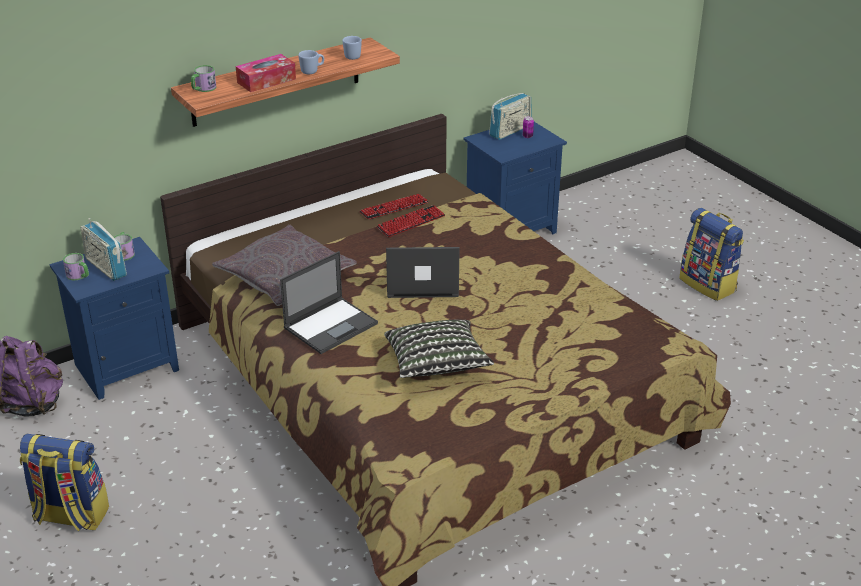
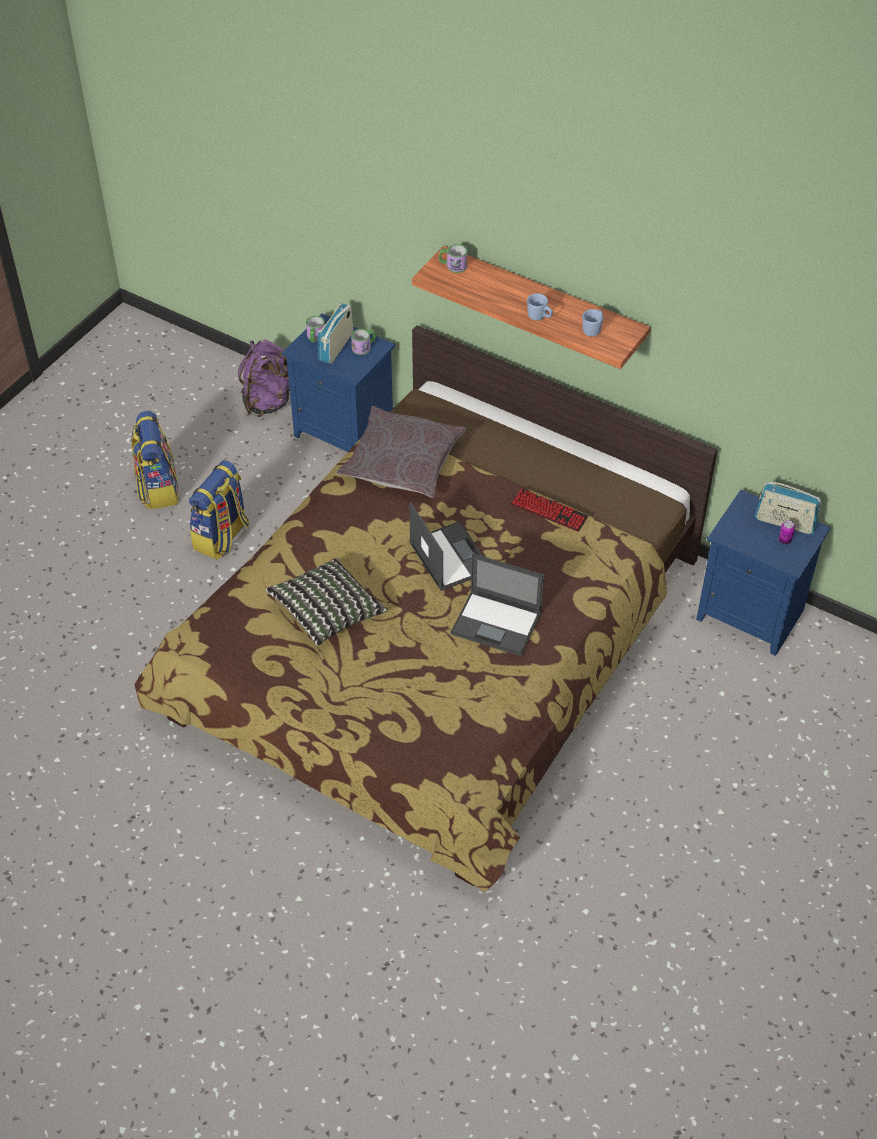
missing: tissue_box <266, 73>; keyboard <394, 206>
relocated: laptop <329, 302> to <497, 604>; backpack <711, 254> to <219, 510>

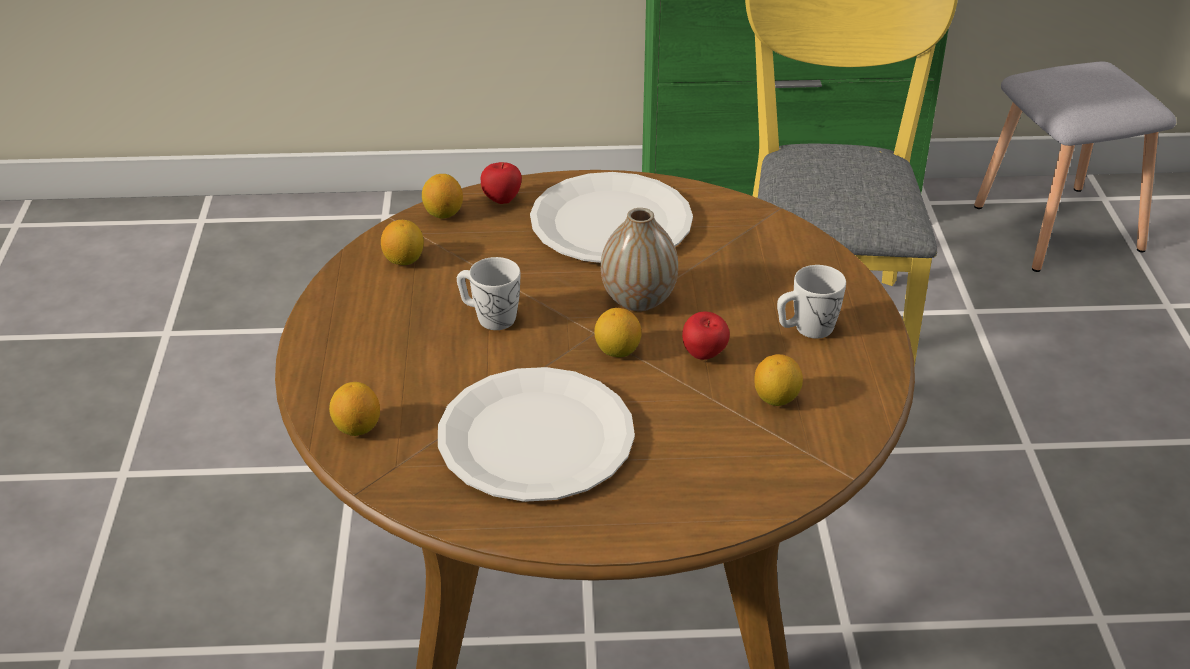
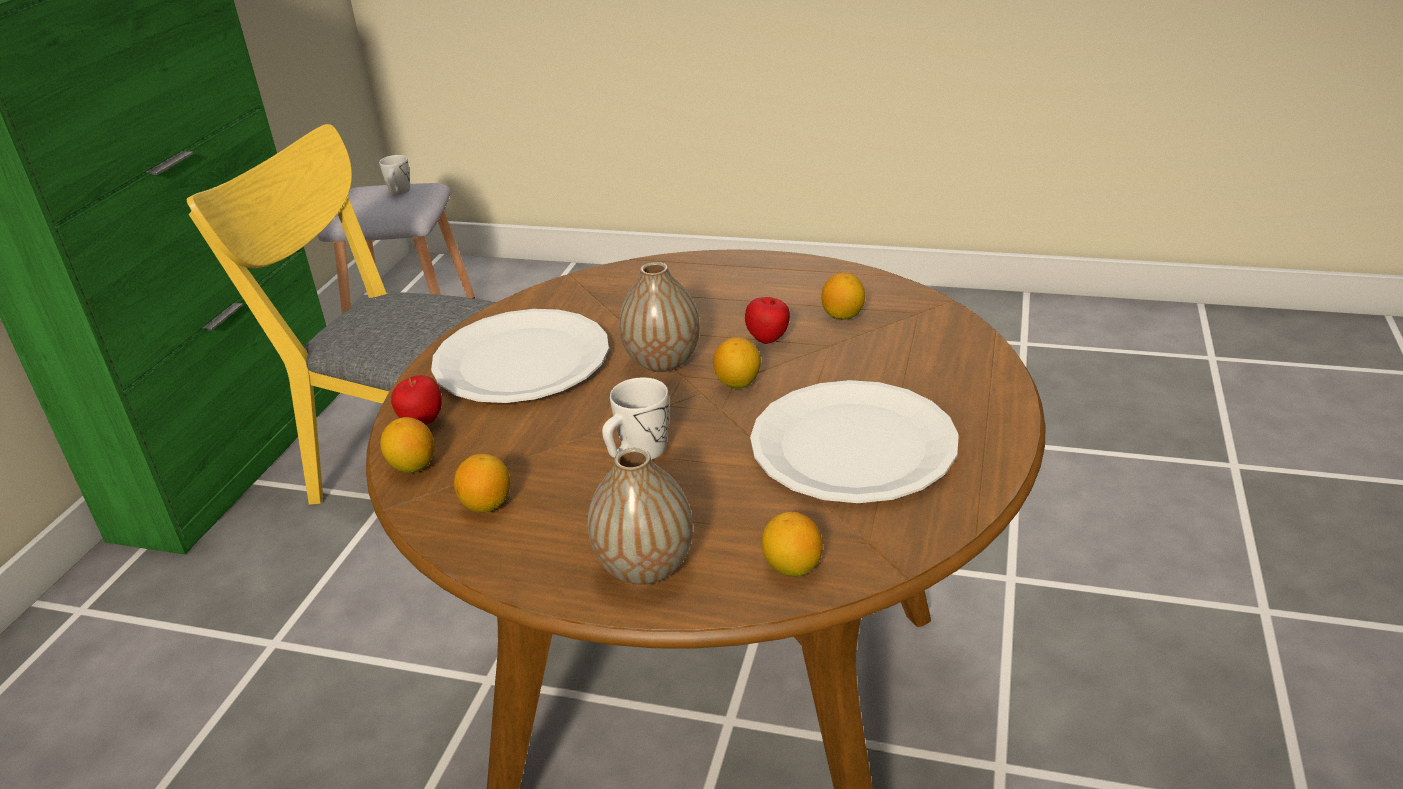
appeared: vase <640, 516>
relocated: white_mug <811, 302> to <394, 175>

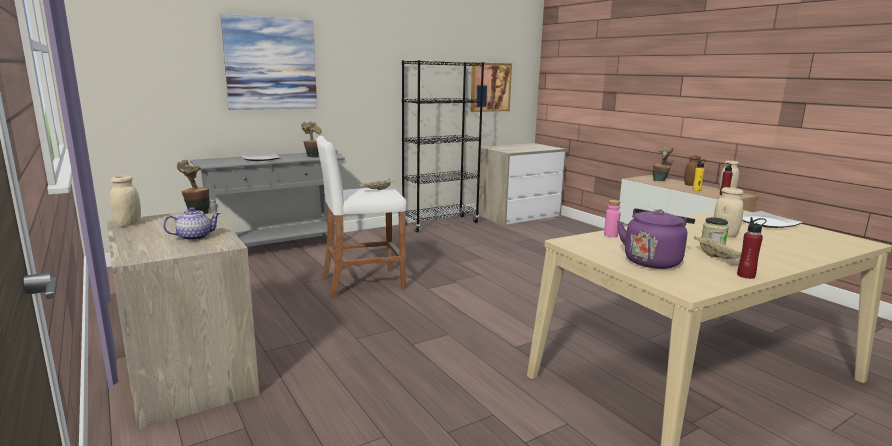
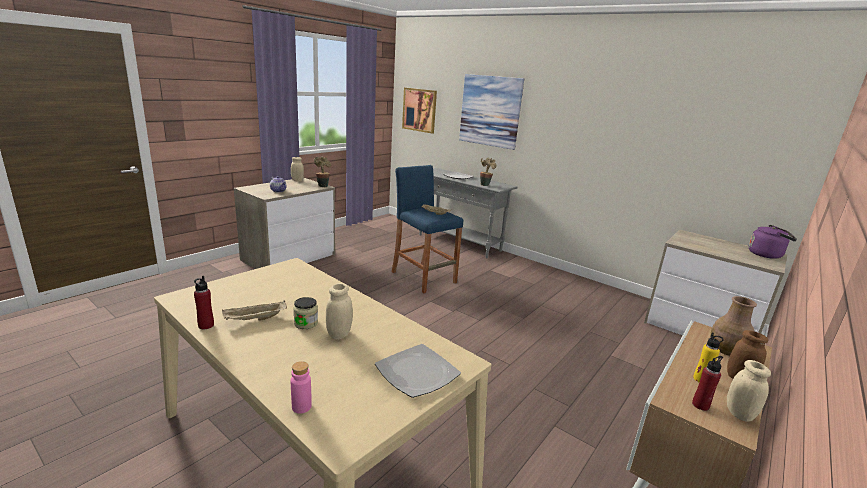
missing: black_bookcase <443, 146>
relocated: picture <491, 87> to <419, 110>; pink_bottle <612, 218> to <301, 387>; purple_kettle <656, 238> to <772, 242>
exchanged: potted_plant <663, 164> to brown_vase <734, 326>
colour: white_stool <362, 217> to blue_stool <428, 229>

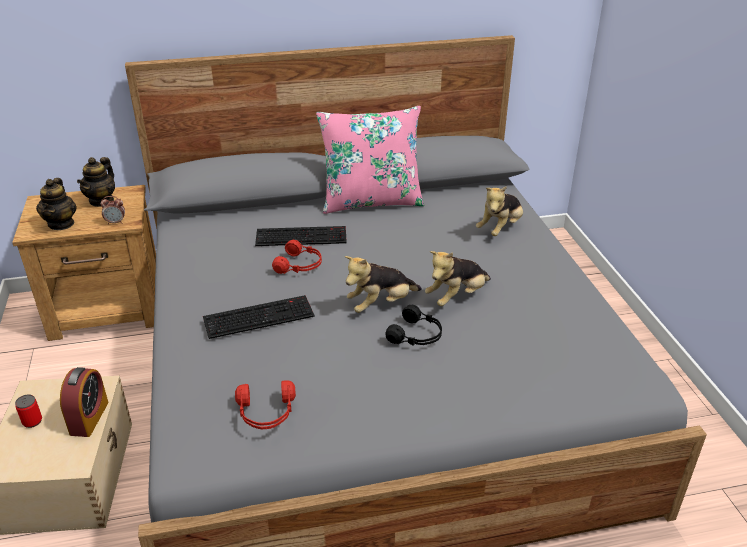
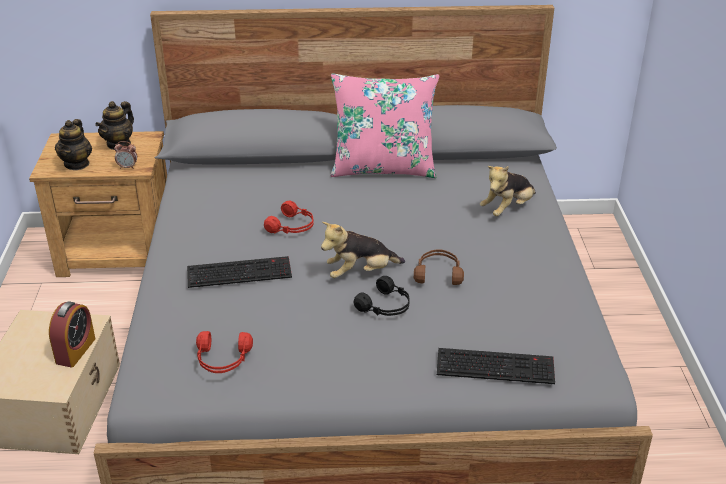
missing: can <28, 411>
relocated: keyboard <301, 236> to <496, 366>
exchanged: plush_toy <458, 278> to brown_headphones <439, 267>

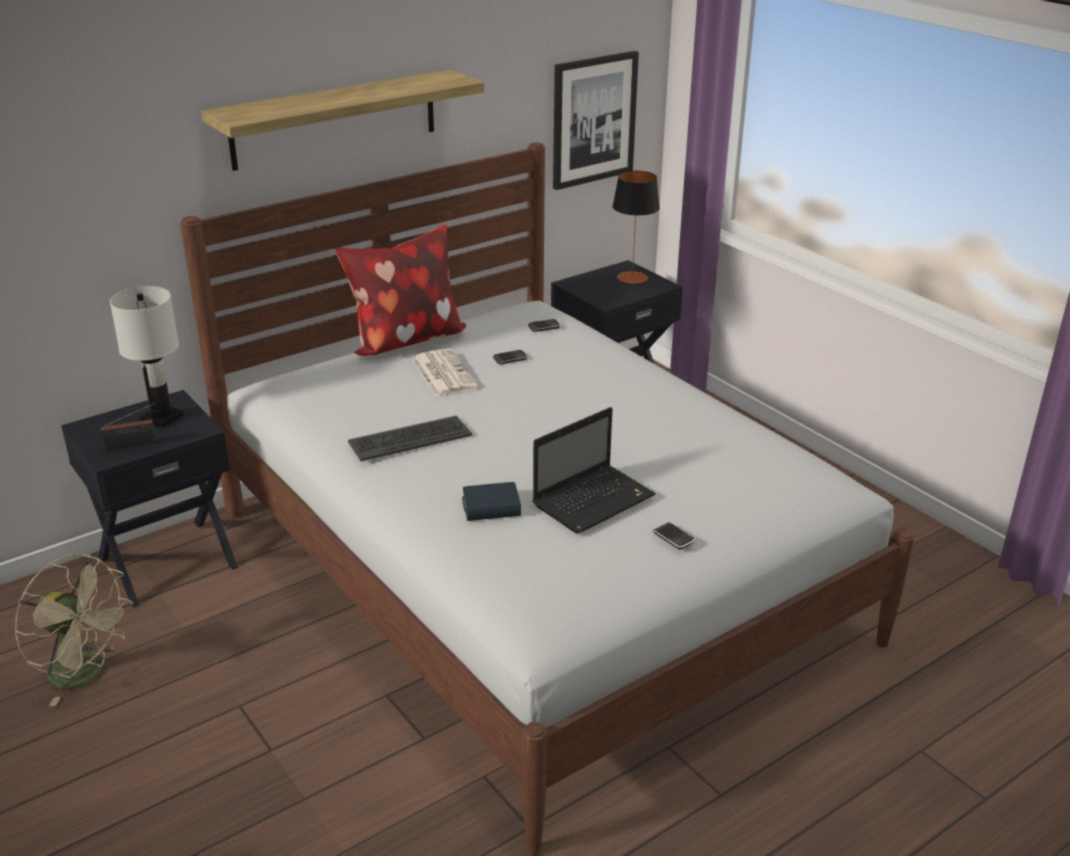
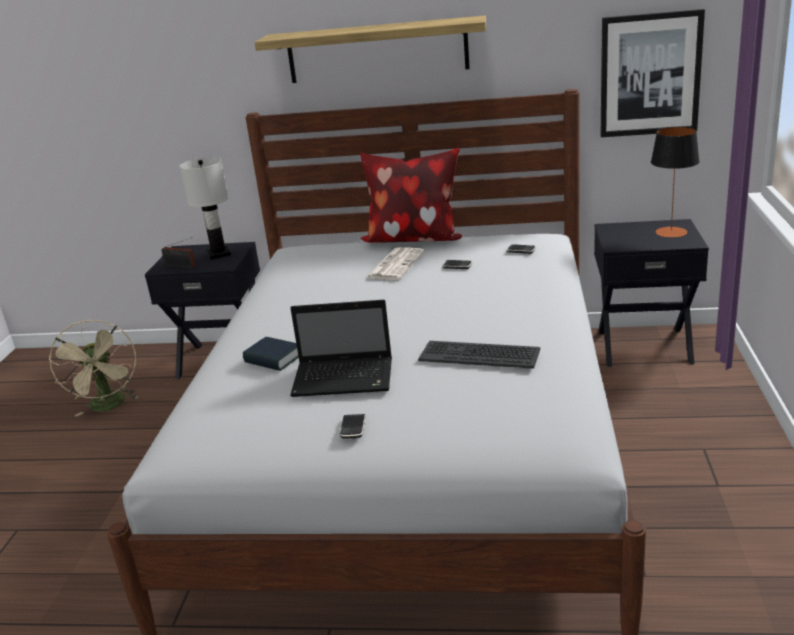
relocated: keyboard <410, 438> to <479, 355>

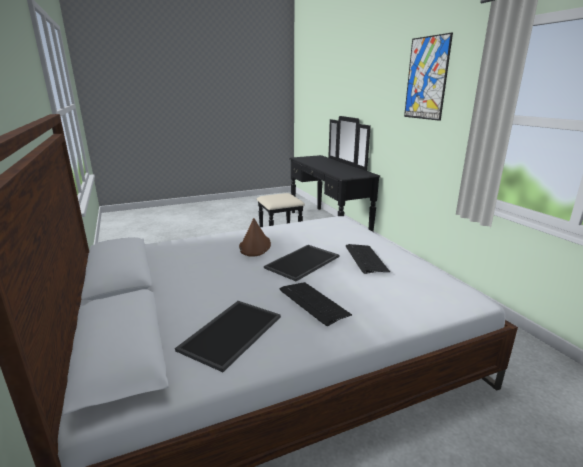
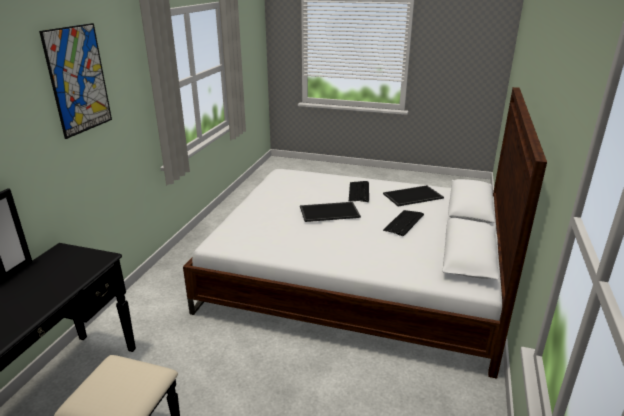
missing: brown_hat <255, 237>
relocated: keyboard <368, 259> to <403, 223>

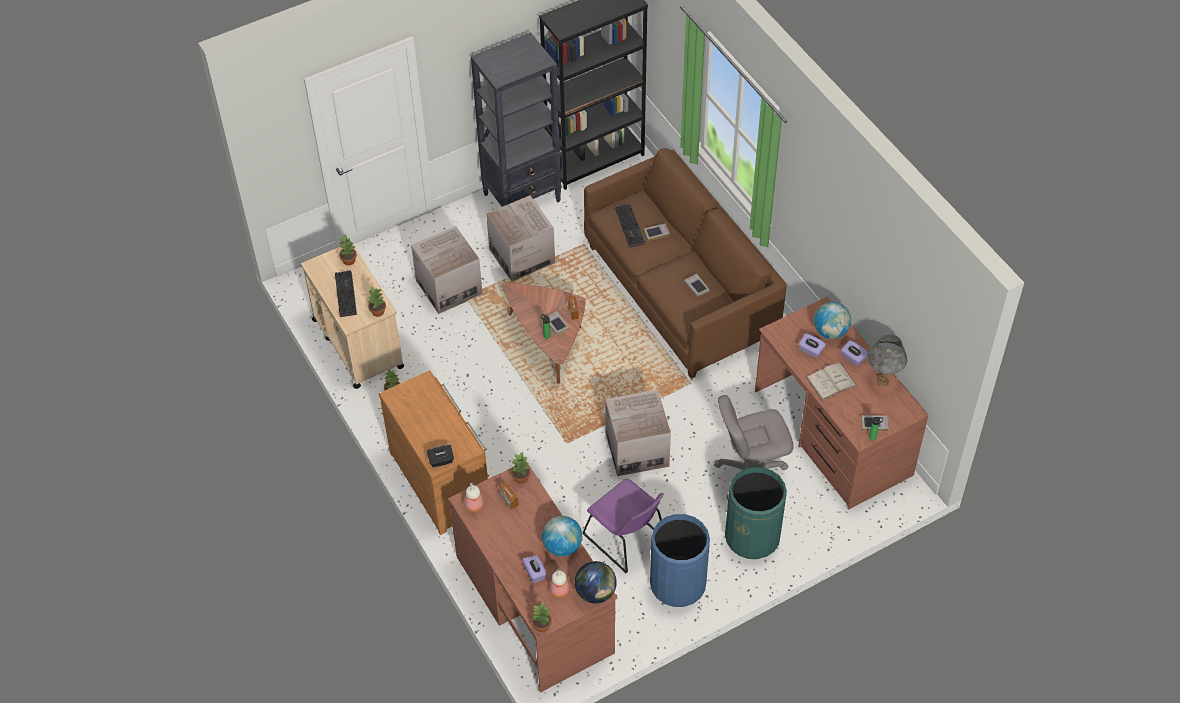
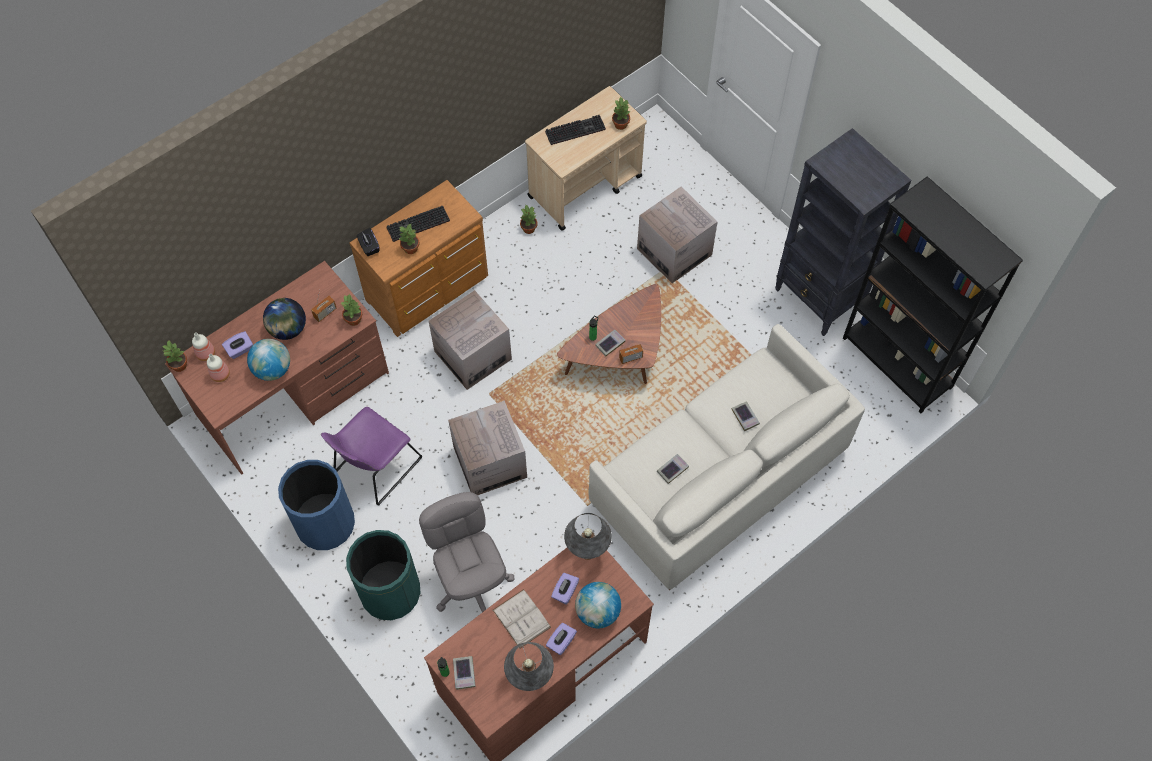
appeared: grey_table_lamp <588, 536>
relocated: potted_plant <377, 301> to <408, 239>; bottle <474, 497> to <203, 346>; cardboard_box <520, 238> to <470, 340>; globe <596, 582> to <284, 319>; keyboard <630, 225> to <418, 224>
colour: brown_sofa <685, 263> to white_sofa <727, 457>

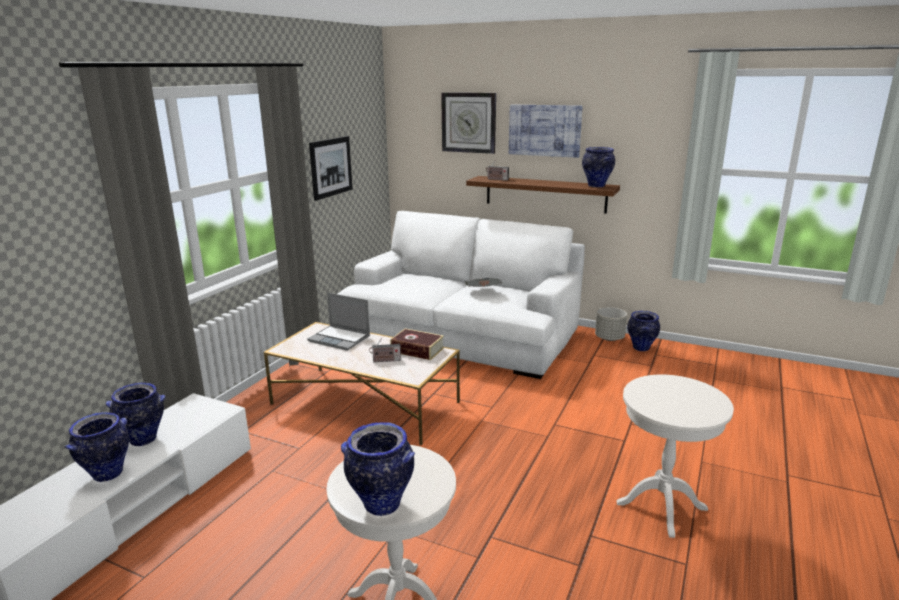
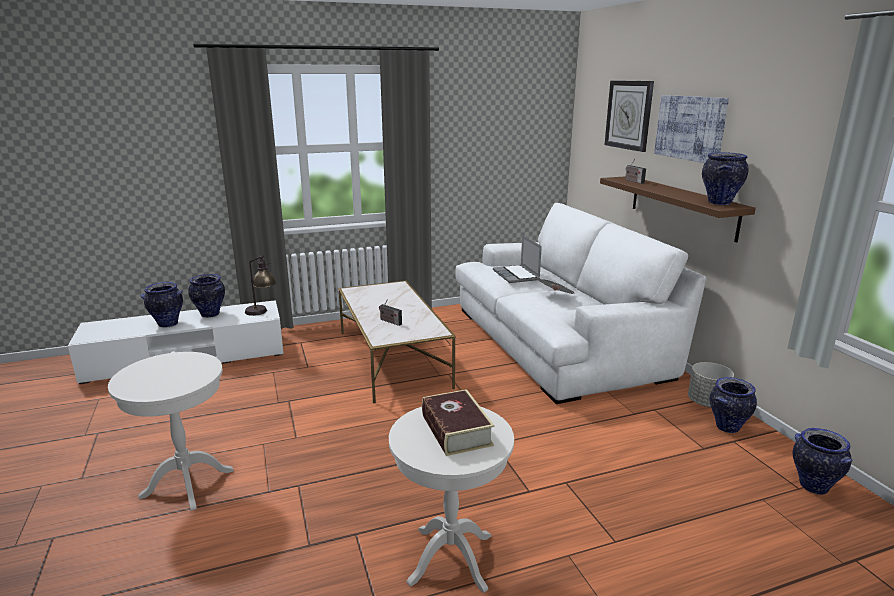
missing: picture <330, 168>
appeared: table_lamp <260, 285>
relocated: laptop <338, 322> to <517, 259>; vase <378, 469> to <823, 461>; book <417, 344> to <458, 422>

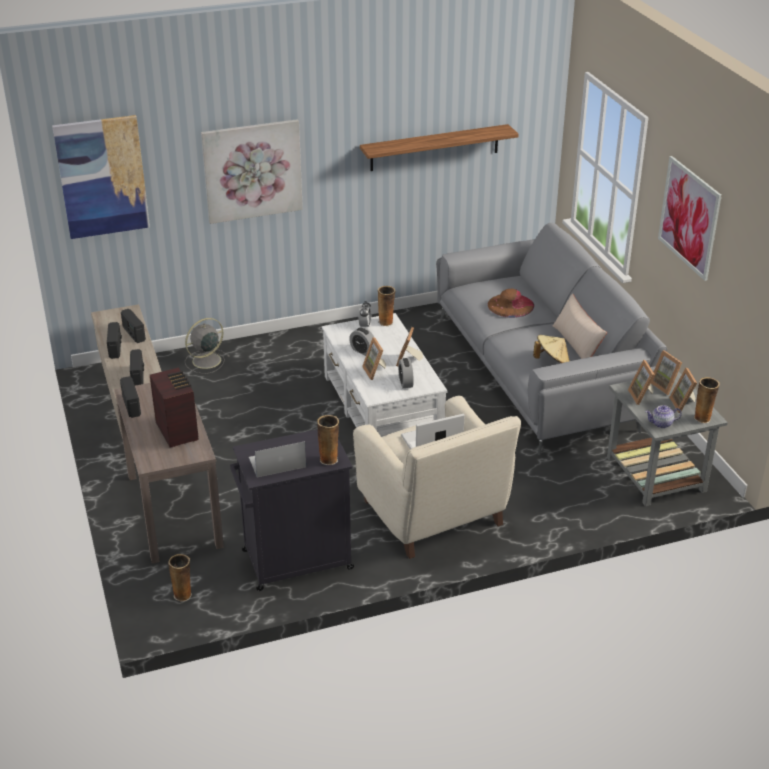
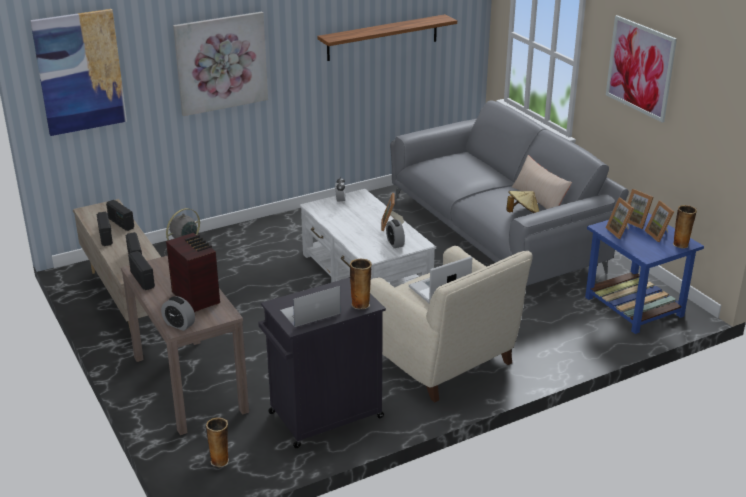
missing: picture_frame <374, 358>; vase <387, 306>; brown_hat <511, 303>; teapot <663, 416>
relocated: alarm_clock <361, 342> to <178, 313>
colour: grey_side_table <667, 439> to blue_side_table <644, 273>

